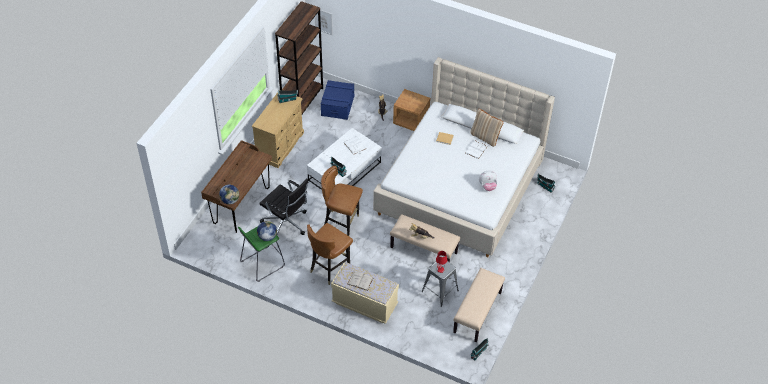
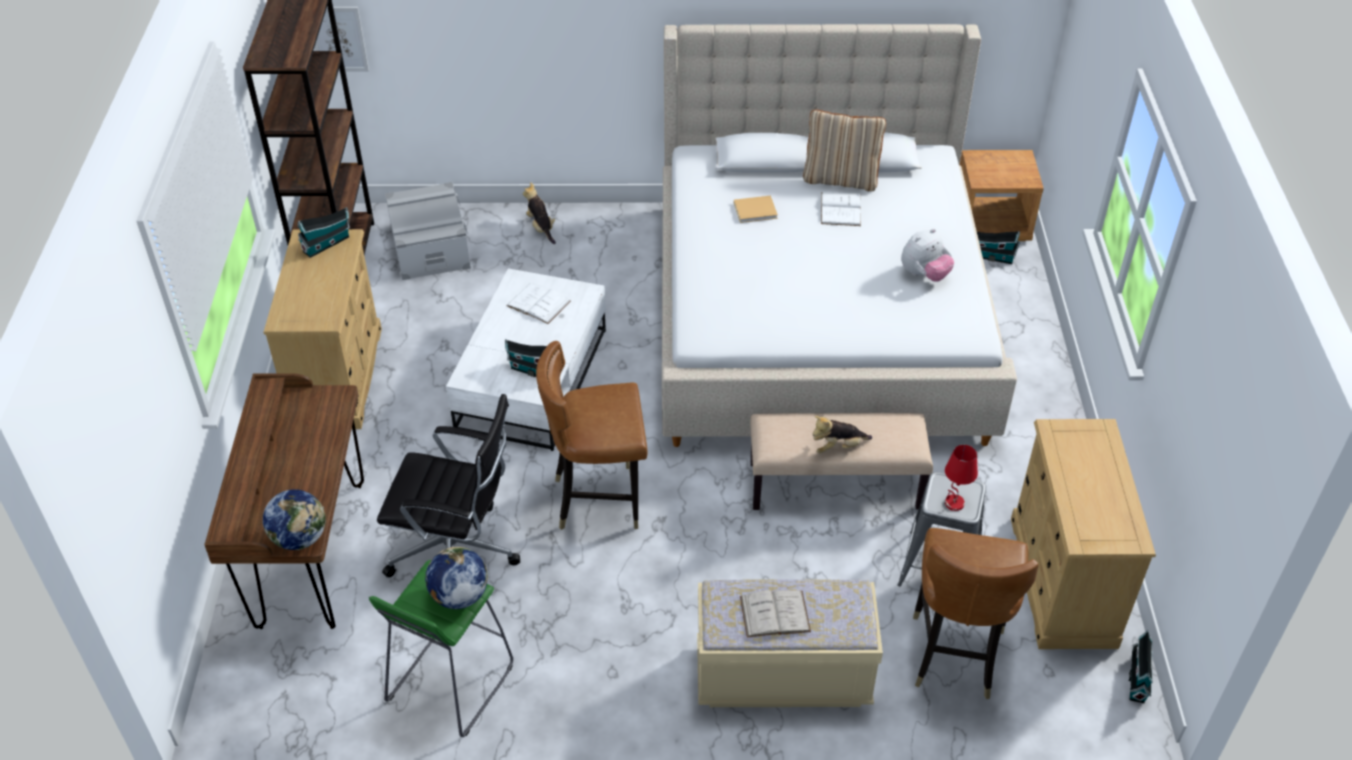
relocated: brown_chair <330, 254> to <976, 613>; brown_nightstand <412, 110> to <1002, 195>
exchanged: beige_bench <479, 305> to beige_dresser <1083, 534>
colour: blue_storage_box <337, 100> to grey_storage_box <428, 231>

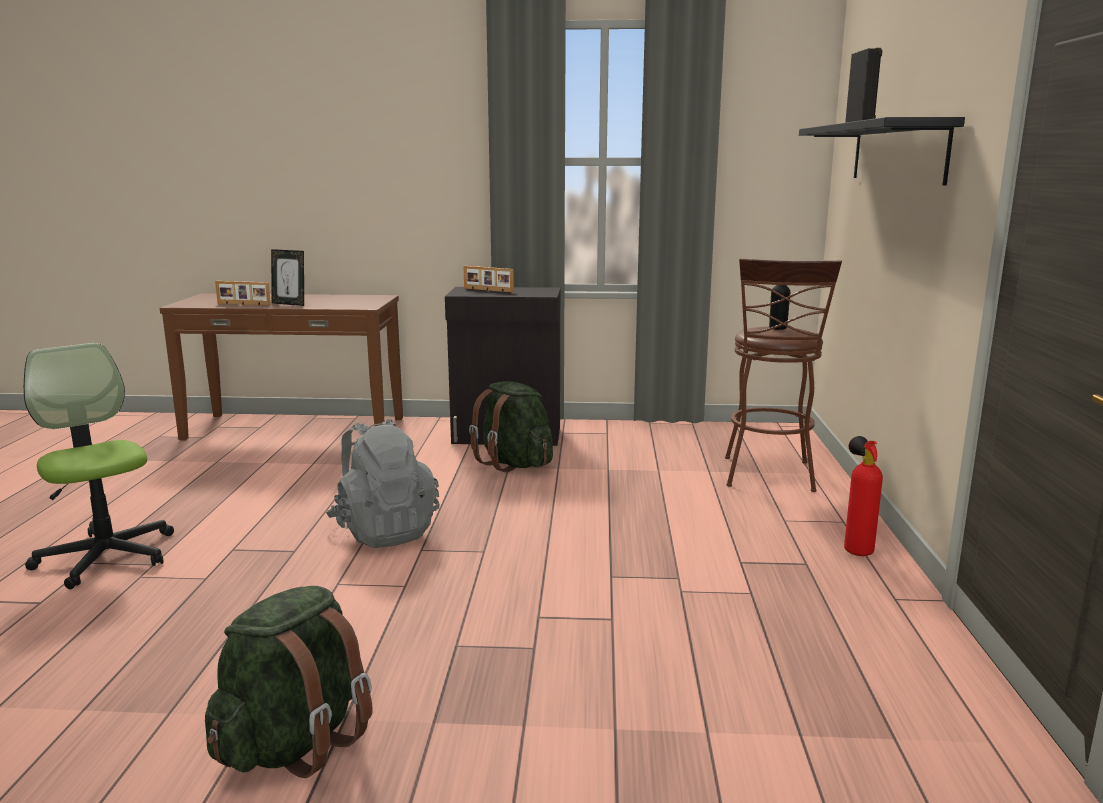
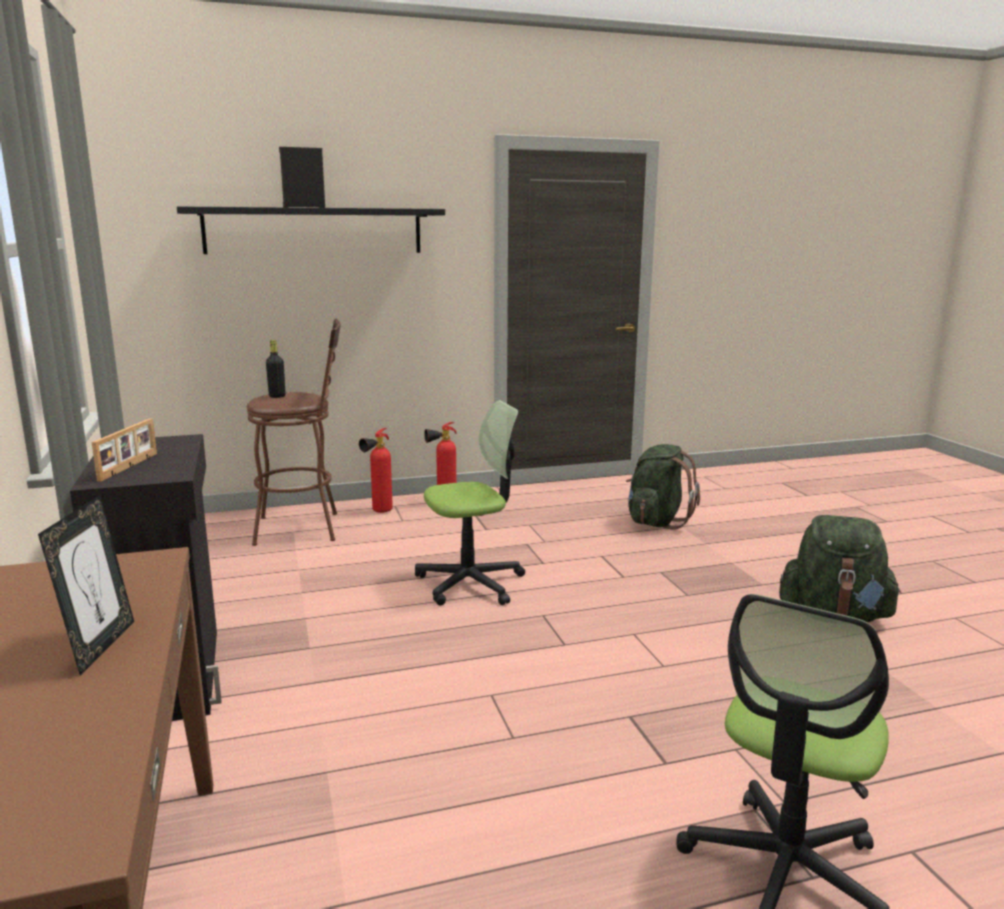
missing: picture_frame <243, 293>; grey_backpack <382, 483>
appeared: fire_extinguisher <376, 470>; office_chair <470, 502>
relocated: green_backpack <511, 426> to <663, 487>

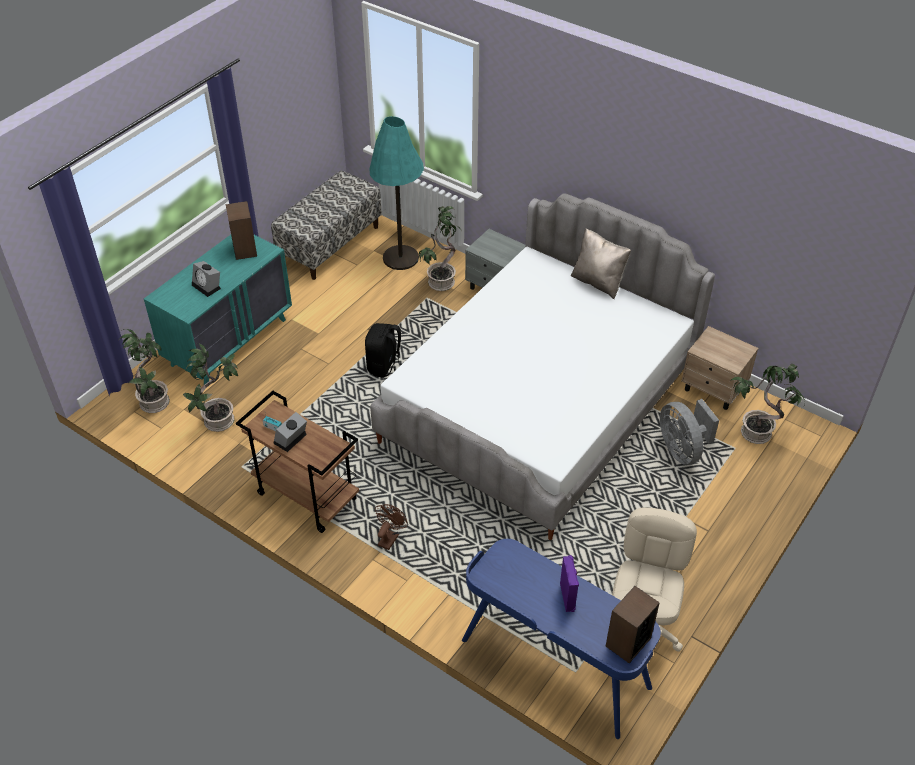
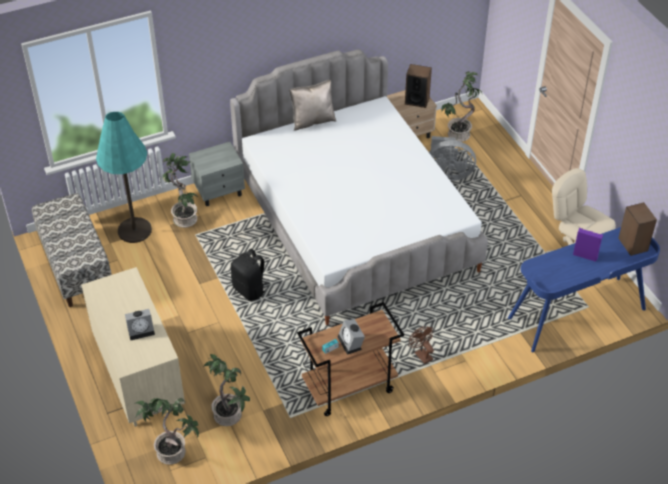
relocated: speaker <241, 230> to <418, 86>
colour: turquoise_dresser <218, 310> to beige_dresser <133, 347>

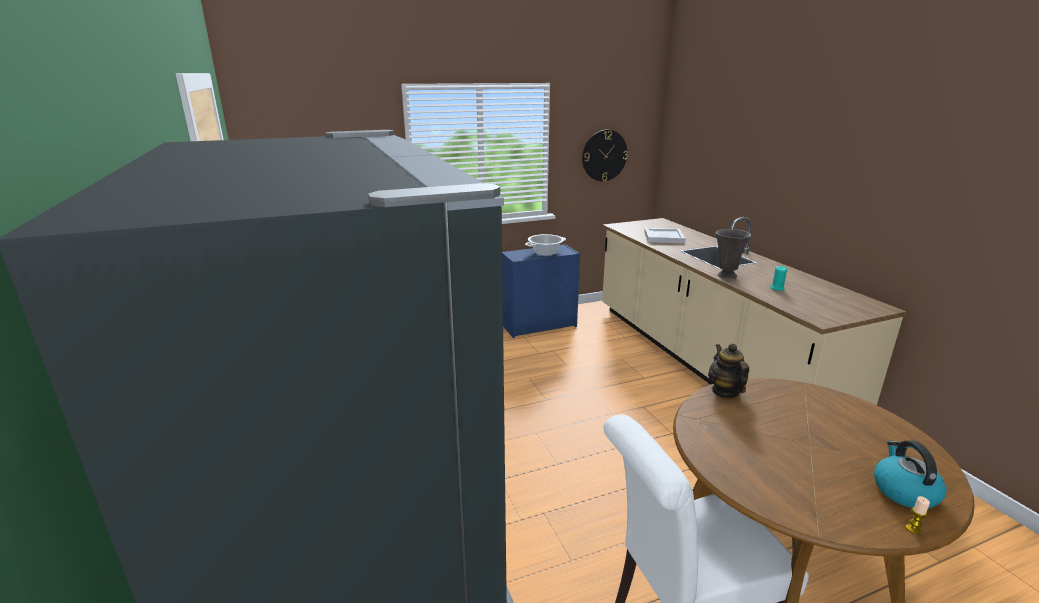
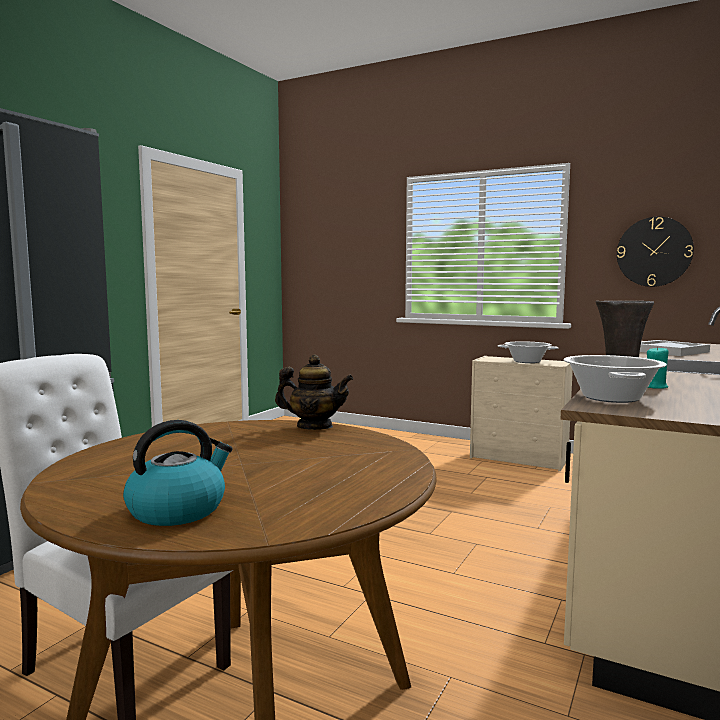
missing: candle <918, 515>
appeared: cooking_pot <615, 379>
colour: blue_dresser <541, 291> to beige_dresser <521, 413>
spun: teapot <728, 370> = <314, 392> 60 degrees clockwise

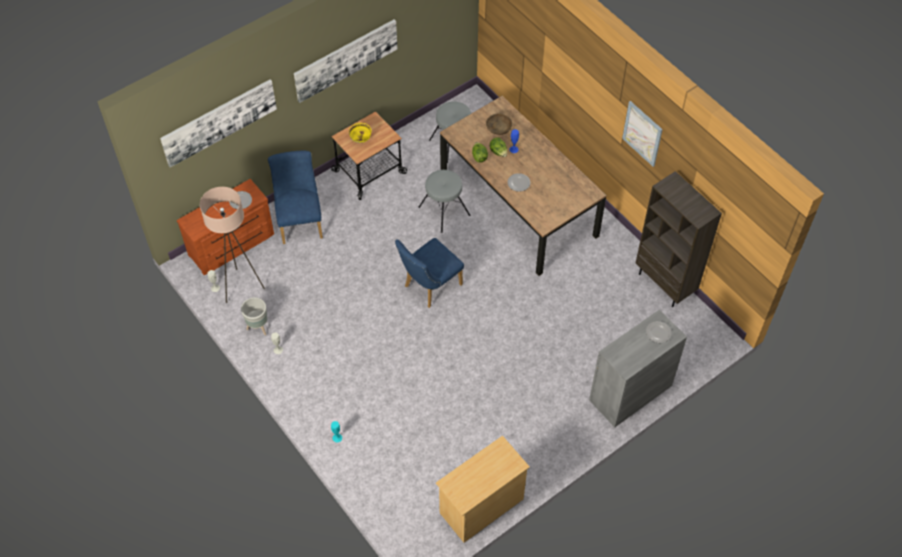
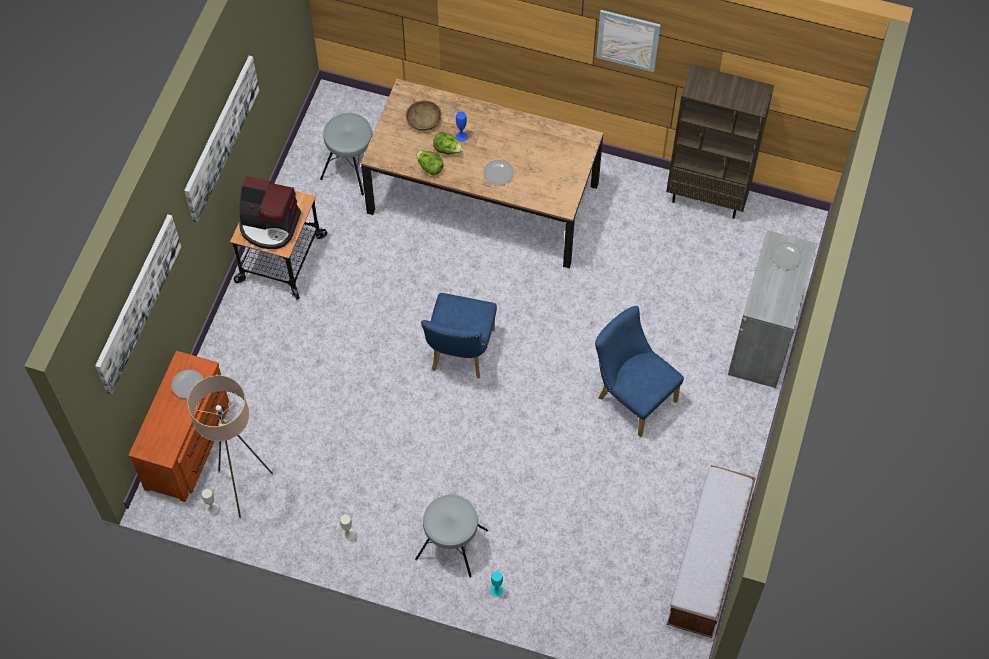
missing: grey_planter <254, 316>
relocated: blue_chair <295, 197> to <639, 371>; grey_stool <444, 201> to <451, 536>
exchanged: yellow_bowl <360, 133> to coffee_machine <270, 212>; beige_dresser <483, 489> to bench <711, 551>

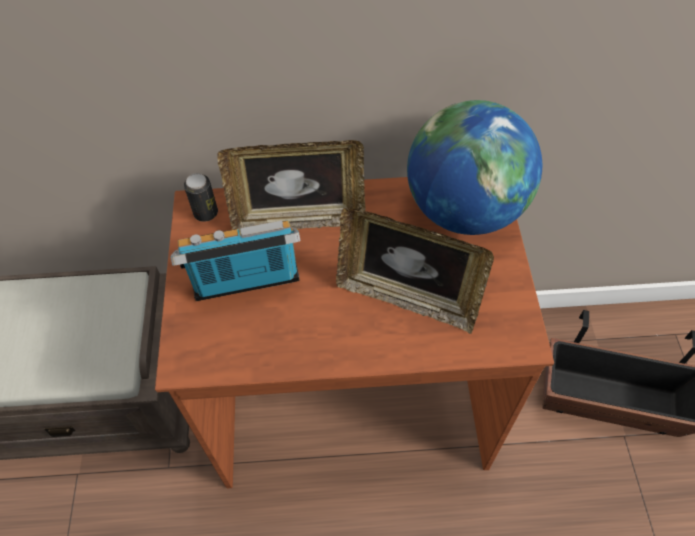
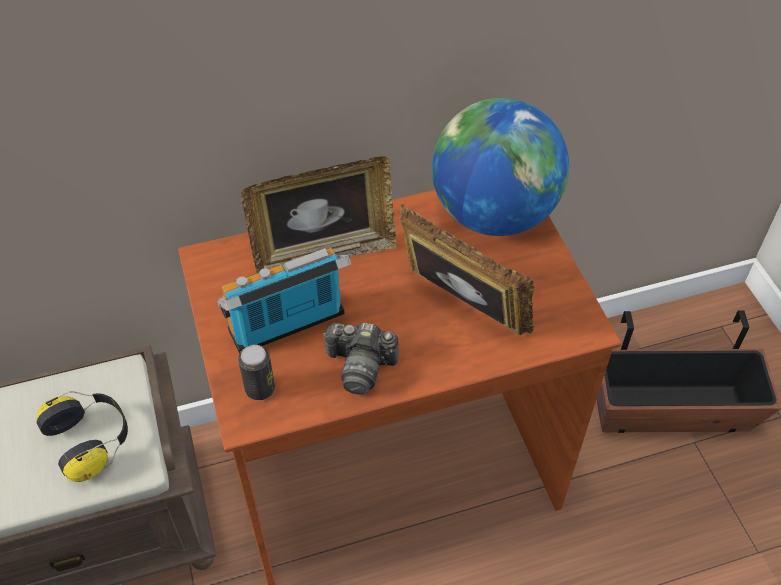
appeared: headphones <82, 436>; photo_camera <361, 359>
relocated: can <201, 197> to <256, 372>
spun: picture_frame <415, 271> = <467, 269> 150 degrees counterclockwise

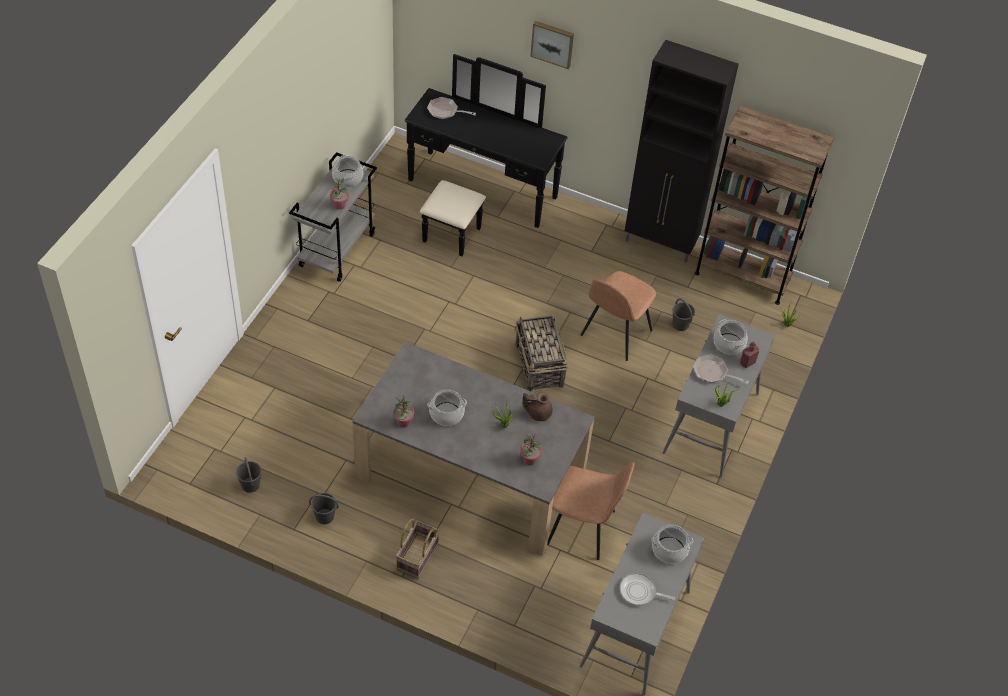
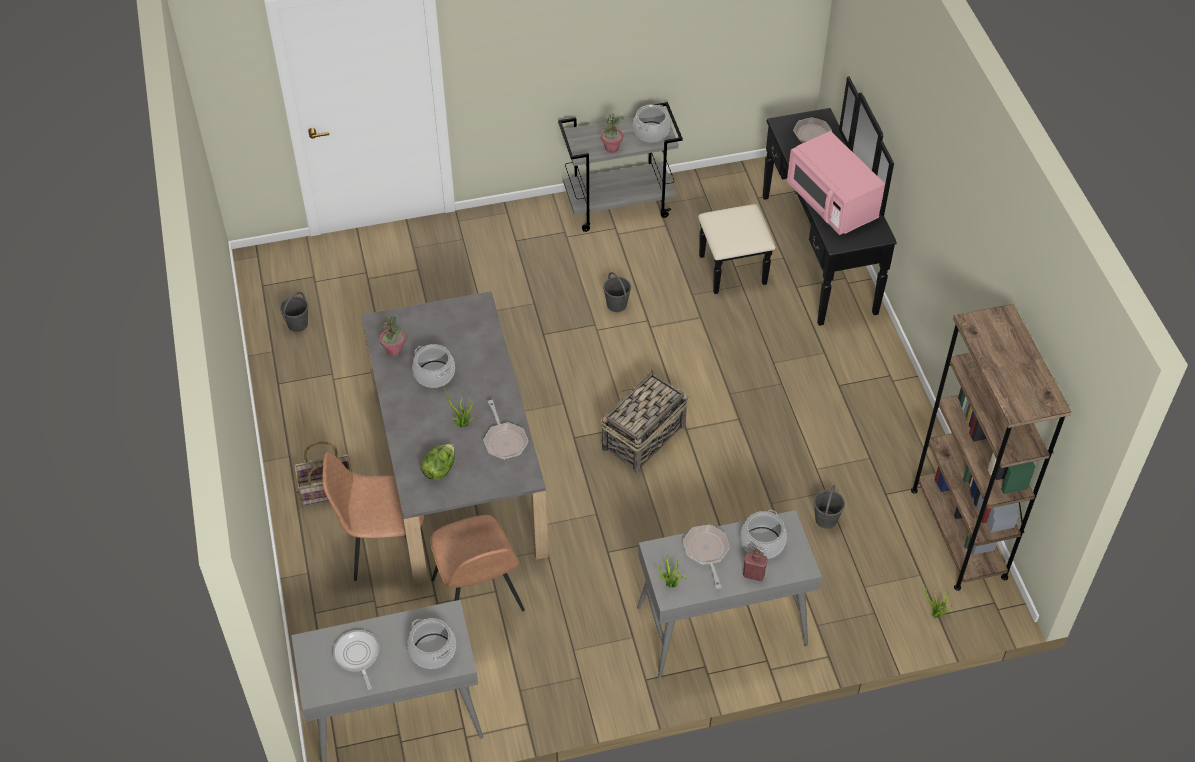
missing: picture <552, 45>; black_cabinet <682, 151>
appeared: pink_microwave <836, 183>
relocated: grey_bucket <324, 508> to <617, 292>; brown_chair <618, 316> to <373, 516>
exchanged: potted_plant <531, 448> to lettuce <438, 462>; brown_teapot <537, 407> to frying_pan <505, 430>

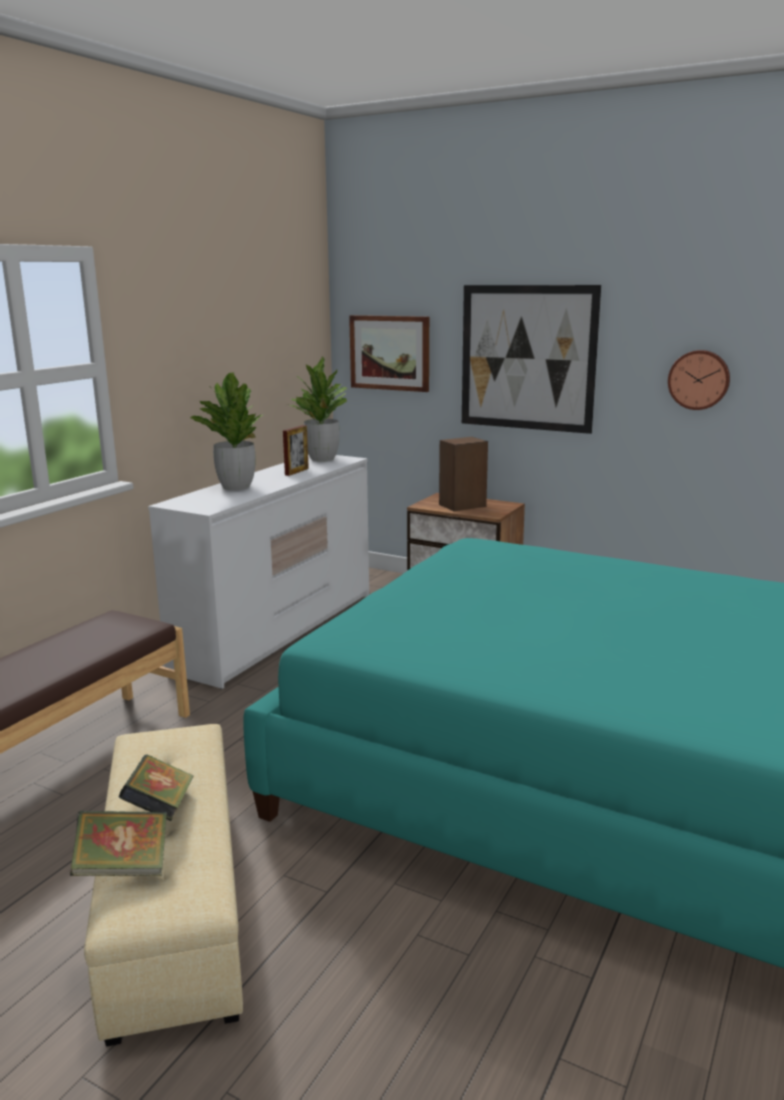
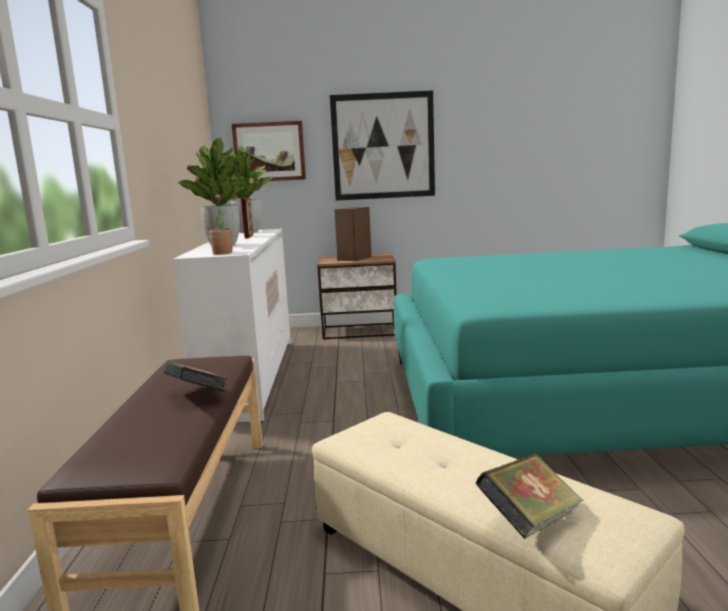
missing: wall_clock <699, 380>
appeared: potted_plant <221, 224>
relocated: book <156, 787> to <196, 376>

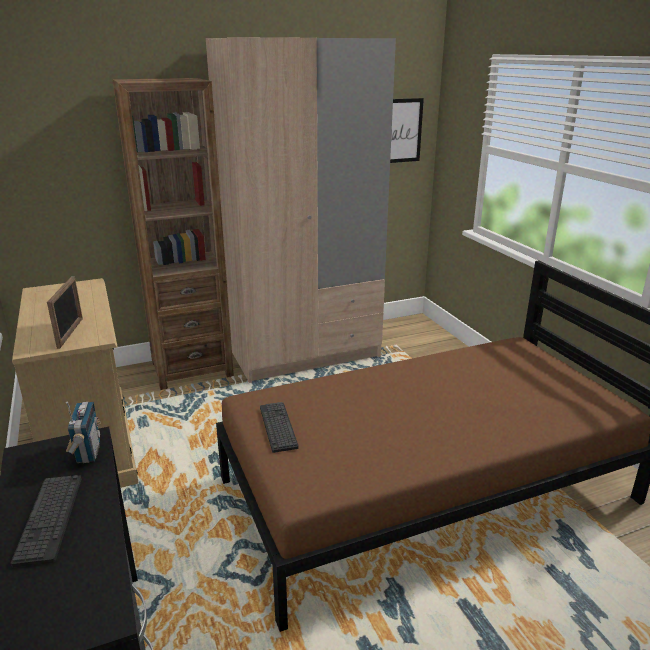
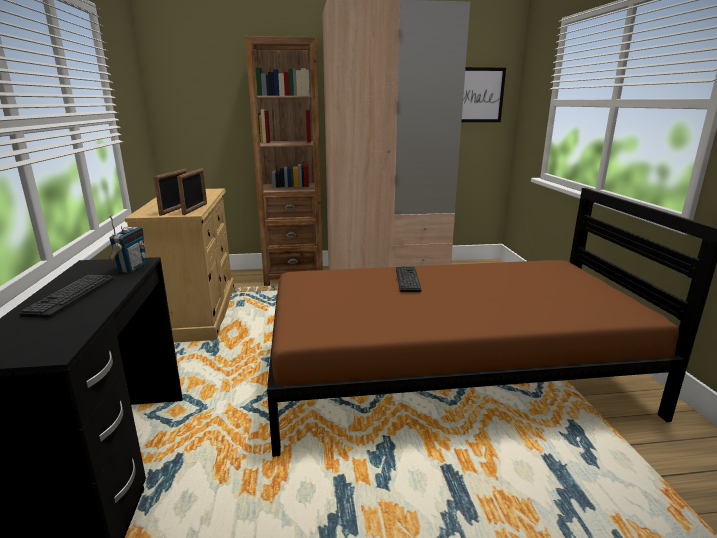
appeared: picture_frame <192, 192>
relocated: keyboard <279, 427> to <409, 279>

